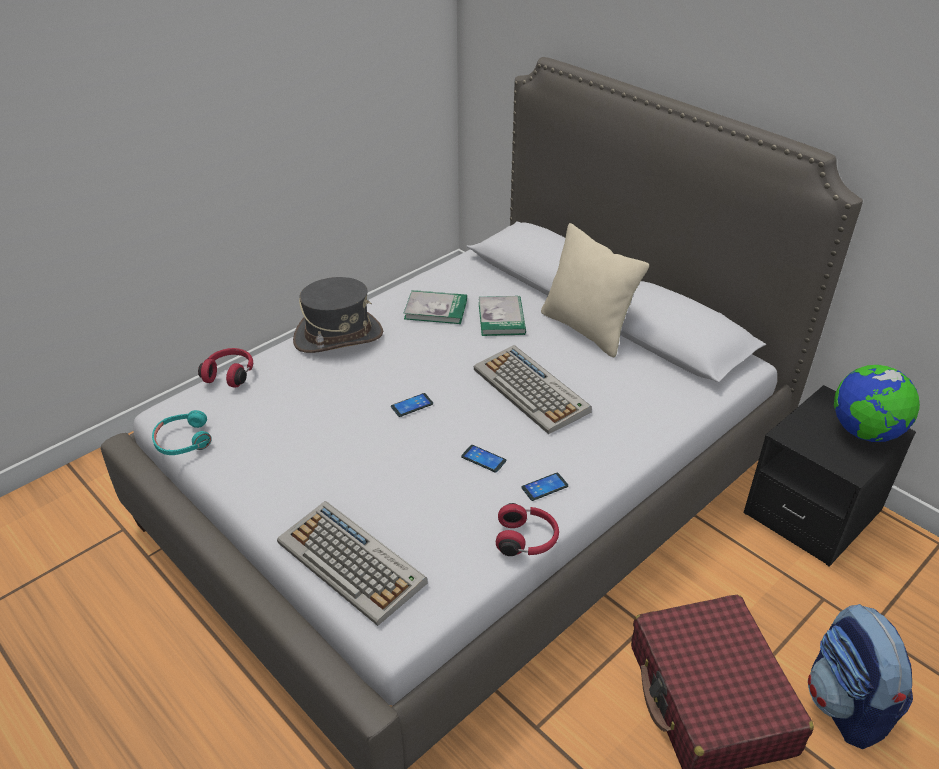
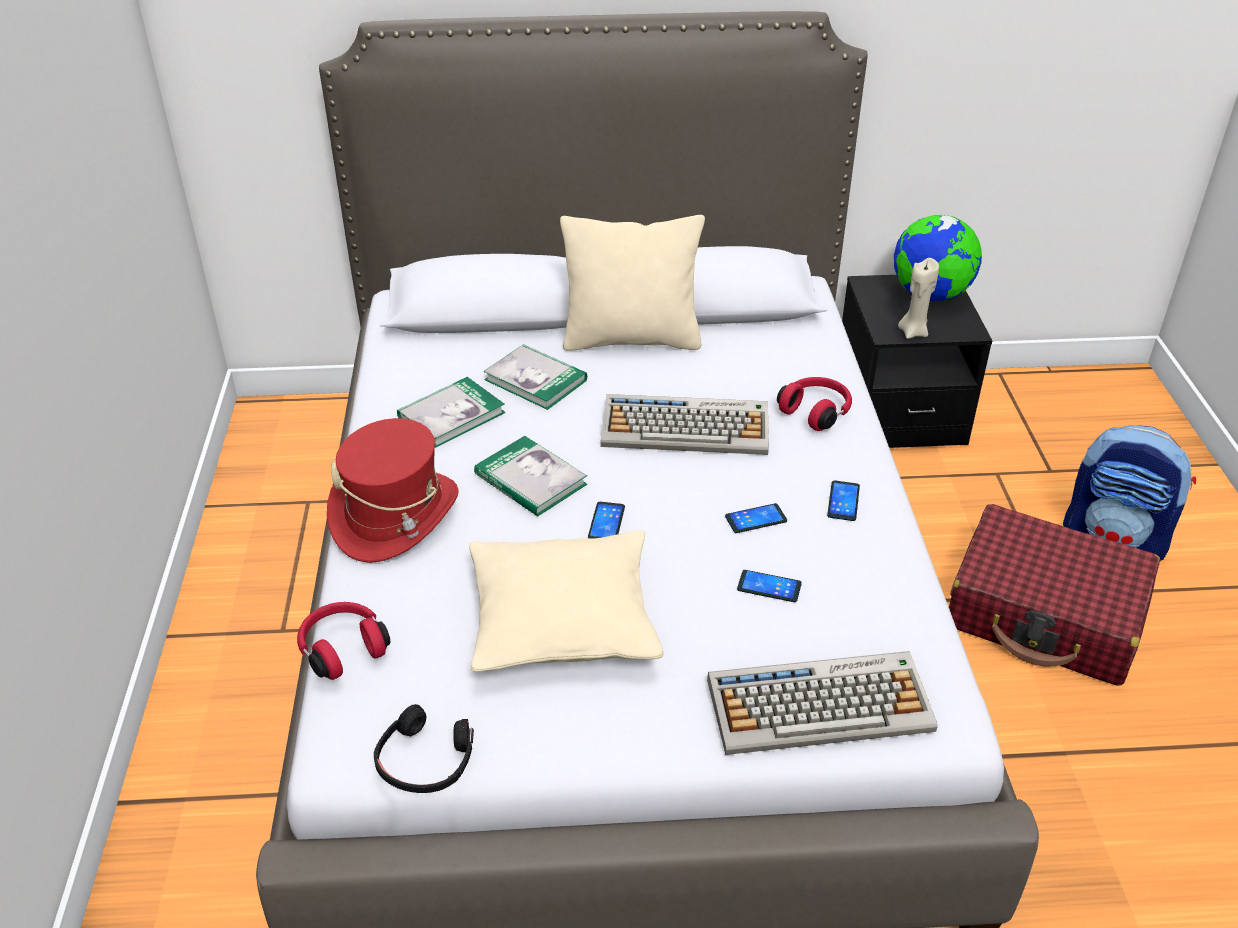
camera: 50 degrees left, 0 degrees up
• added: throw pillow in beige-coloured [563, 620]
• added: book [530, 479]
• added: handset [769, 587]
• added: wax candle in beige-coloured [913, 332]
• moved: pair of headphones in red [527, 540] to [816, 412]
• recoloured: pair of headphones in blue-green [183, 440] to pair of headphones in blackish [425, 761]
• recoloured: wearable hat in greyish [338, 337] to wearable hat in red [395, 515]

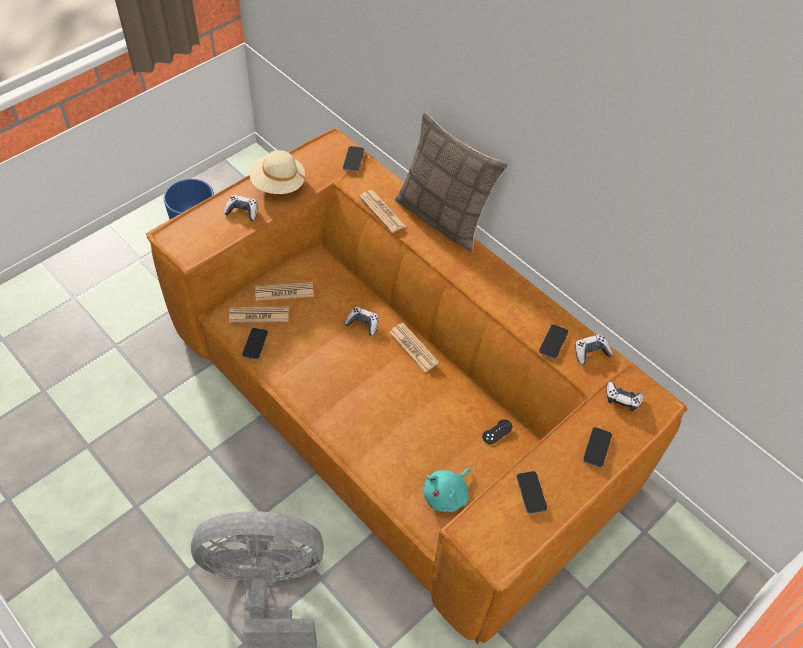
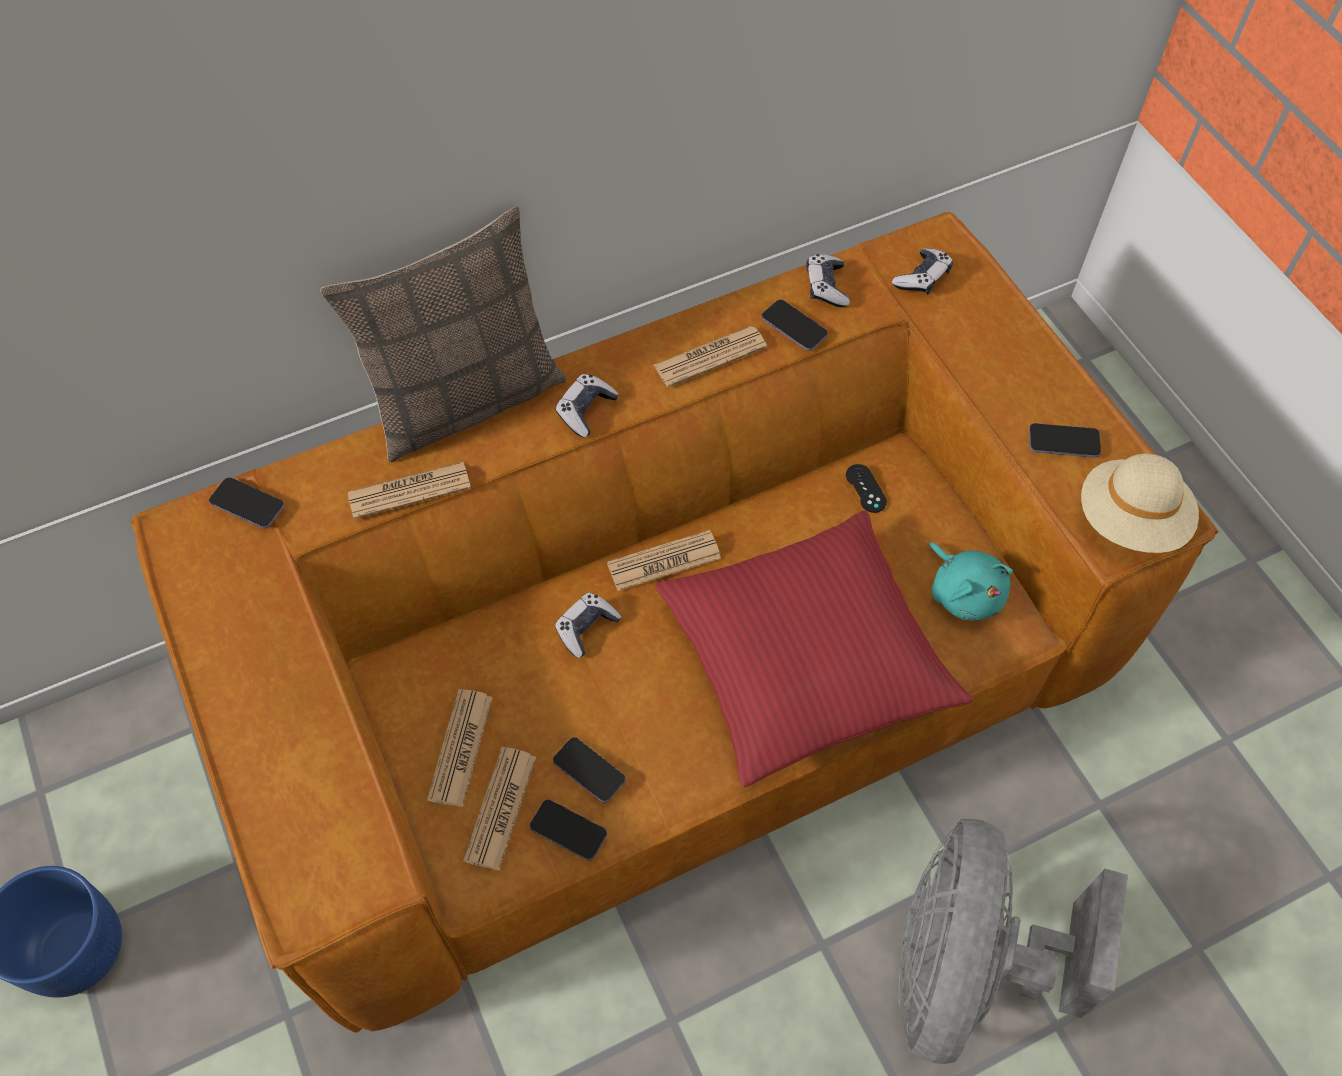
camera: 70 degrees left, 5 degrees up
• added: newspaper [710, 357]
• added: throw pillow in red [805, 658]
• moved: game controller [242, 211] to [586, 410]
• moved: wearable hat in beige-coloured [278, 184] to [1131, 521]
• moved: handset [597, 448] to [589, 771]

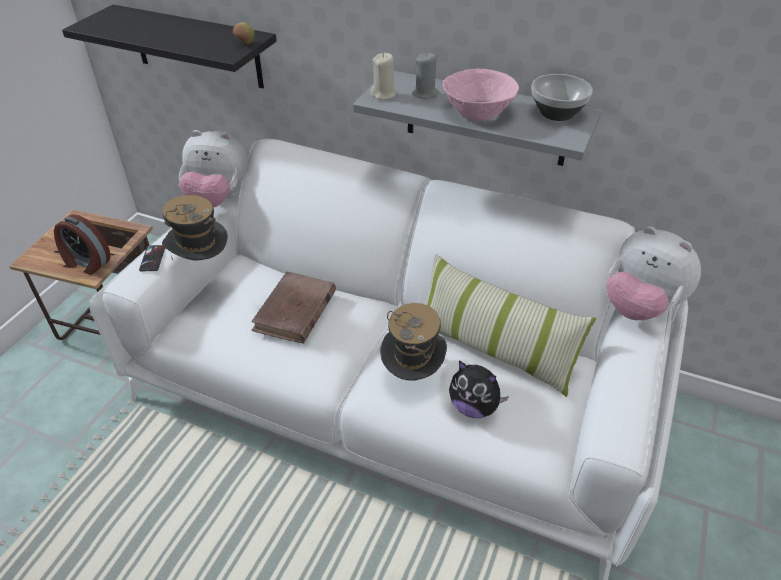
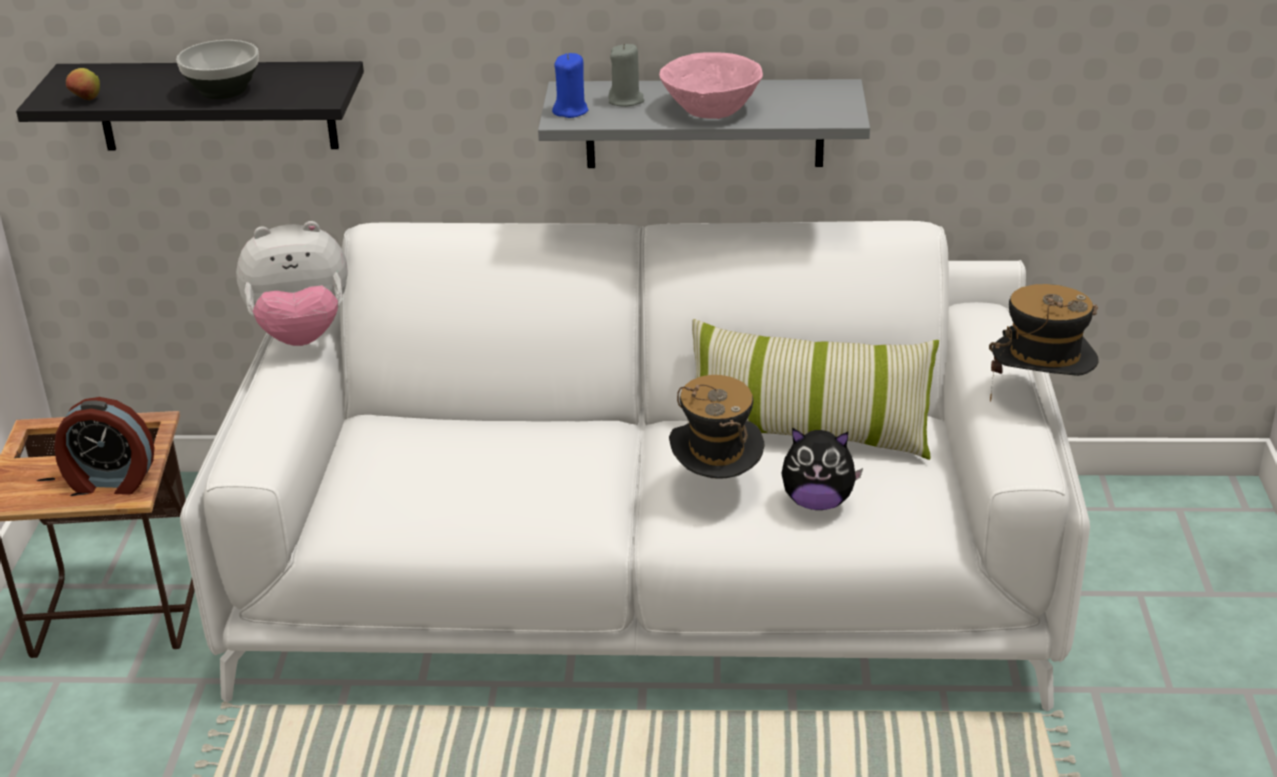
camera: 20 degrees left, 10 degrees down
• removed: handset [152, 258]
• removed: book in brownish [295, 311]
• removed: soft toy [639, 307]
• moved: wearable hat [201, 265] to [1039, 397]
• moved: apple [245, 44] to [86, 100]
• moved: serving bowl [558, 114] to [224, 91]
• recoloured: wax candle in beige-coloured [383, 94] to wax candle in blue [570, 111]

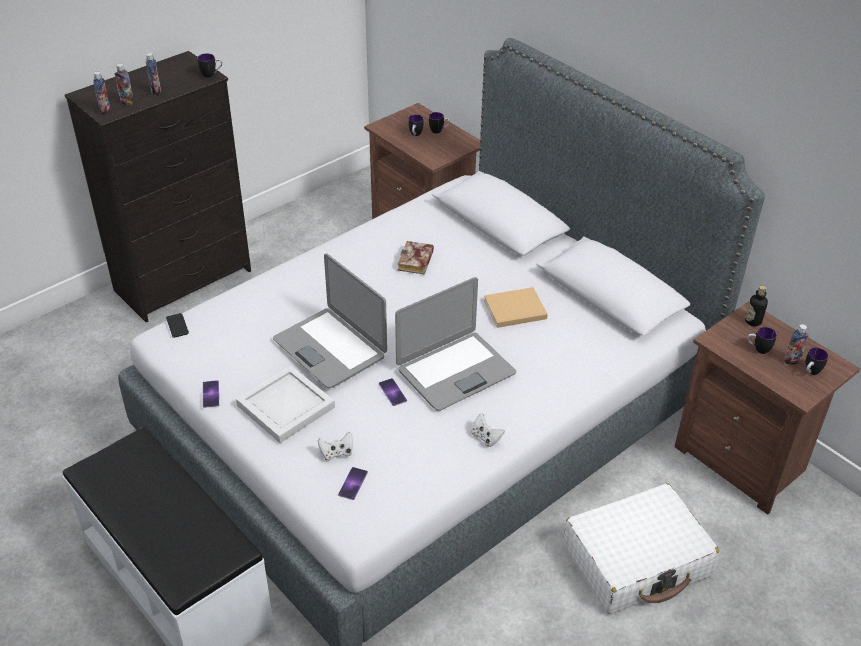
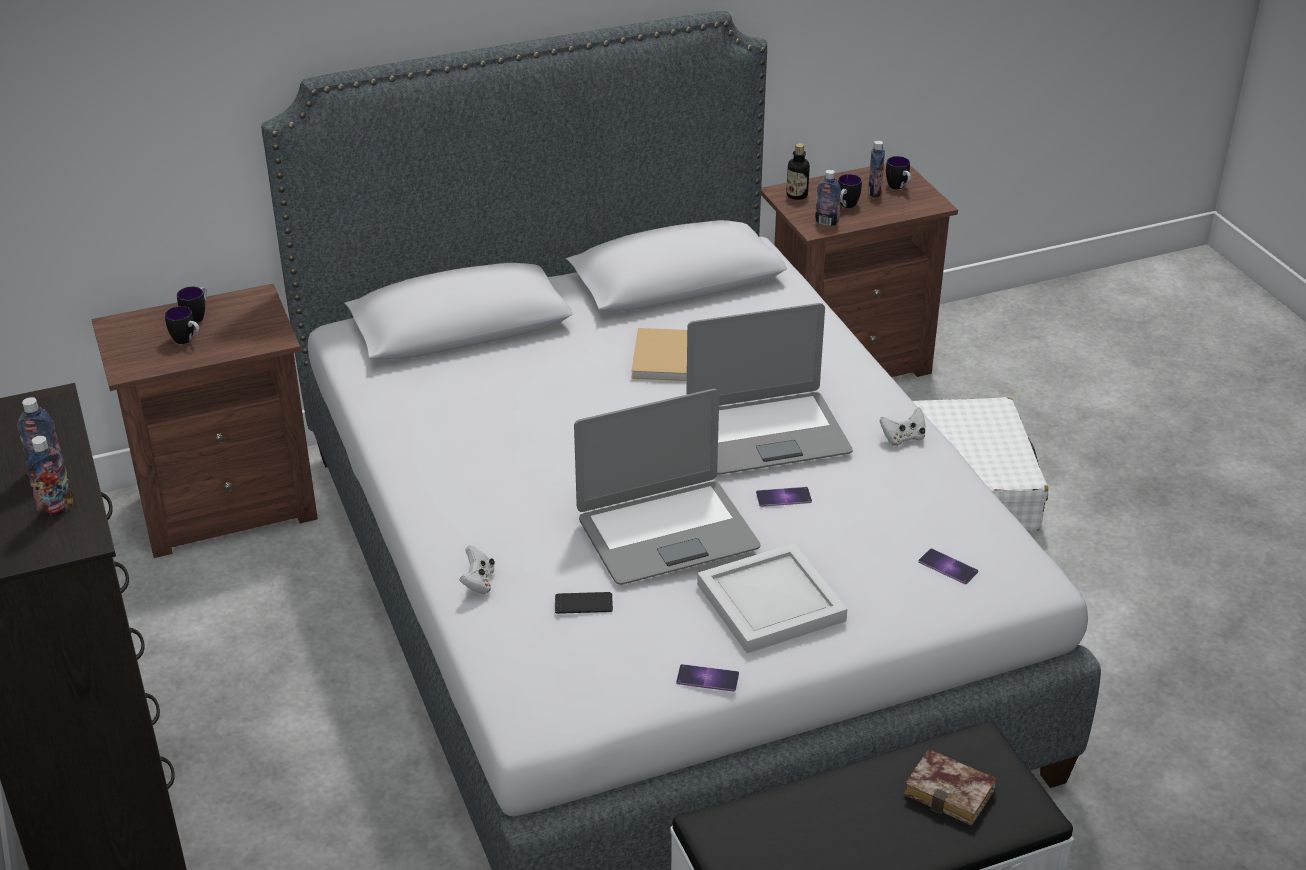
camera: 70 degrees left, 5 degrees down
• removed: coffee mug [211, 75]
• moved: beverage bottle [105, 110] to [826, 222]
• moved: handset [177, 325] to [583, 604]
• moved: game controller in whitish [336, 453] to [478, 582]
• moved: book [416, 262] to [953, 793]
• turned: laptop [455, 371] = [767, 434] 90 degrees clockwise

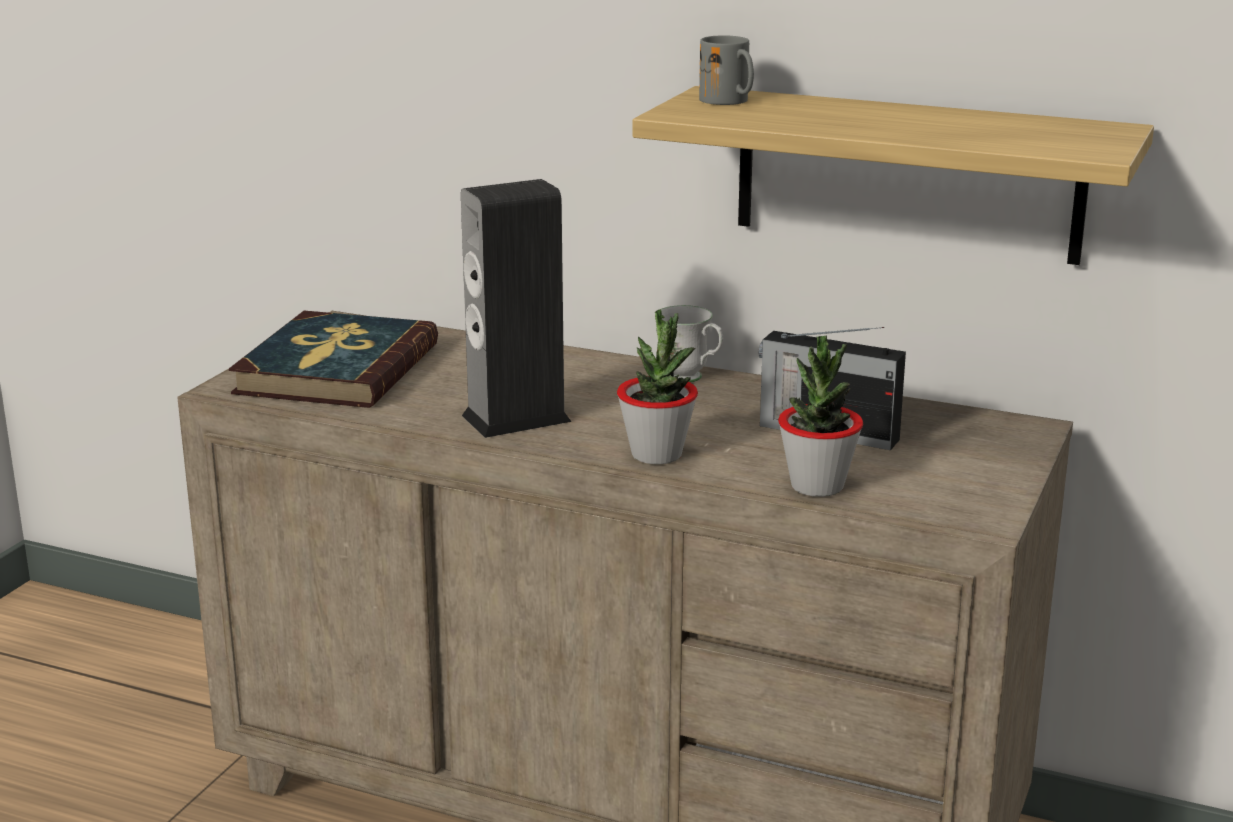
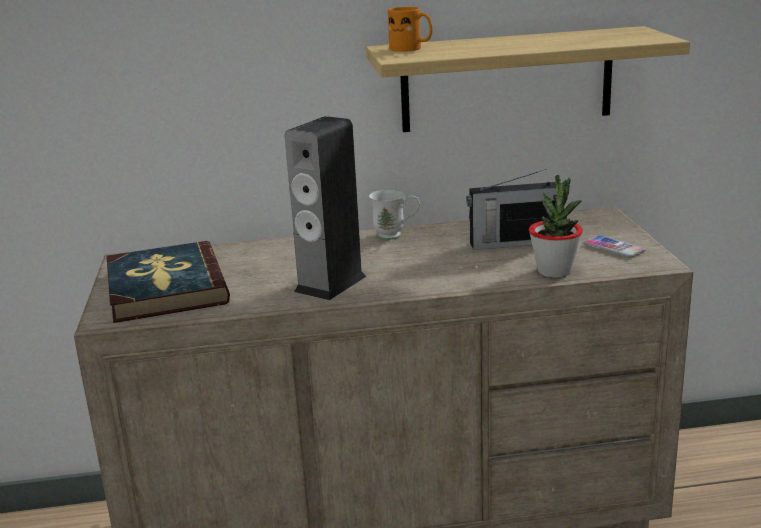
camera: 30 degrees left, 0 degrees up
• removed: potted plant [657, 455]
• added: handset [614, 248]
• recoloured: coffee mug in greyish [730, 101] to coffee mug in orange [411, 49]

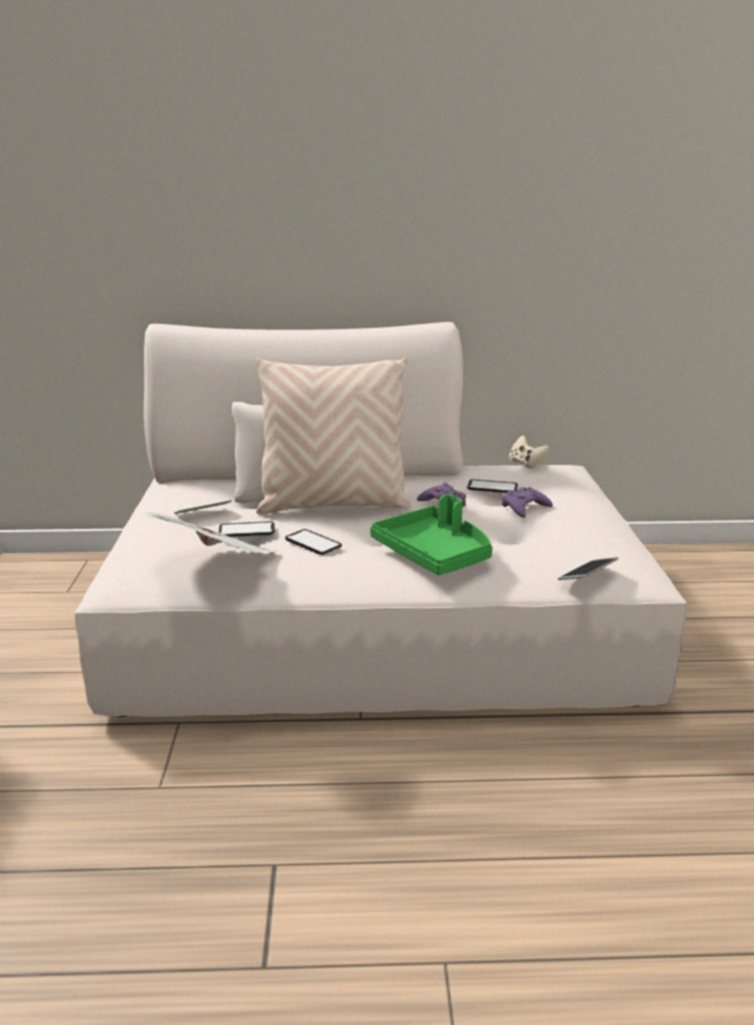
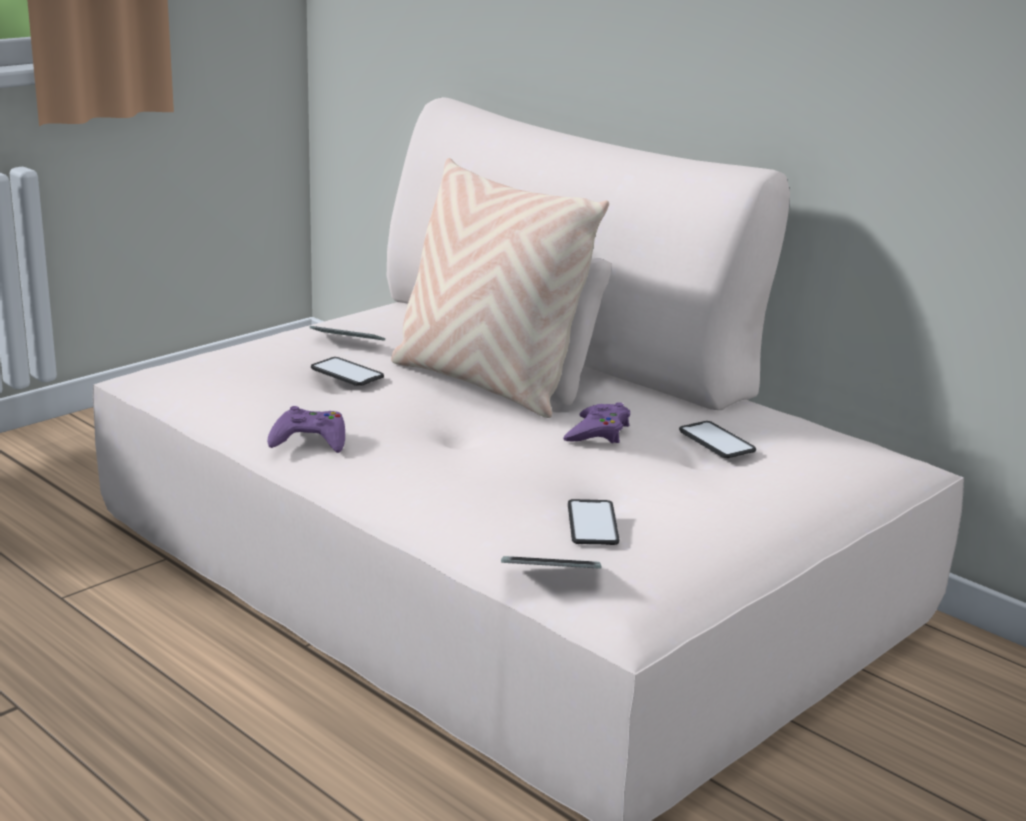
camera: 45 degrees right, 0 degrees up
• removed: newspaper [217, 565]
• removed: serving tray in green [434, 554]
• removed: game controller in beige-coloured [526, 464]
• moved: handset [313, 543] to [592, 524]
• moved: game controller in purple-coloured [524, 507] to [310, 439]

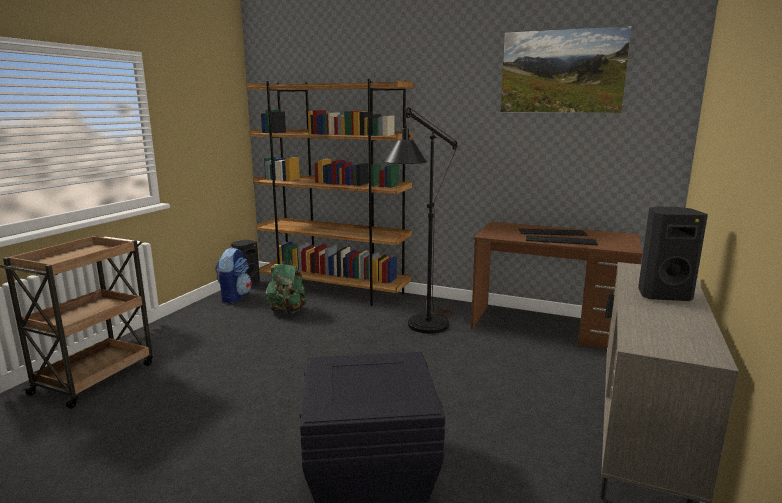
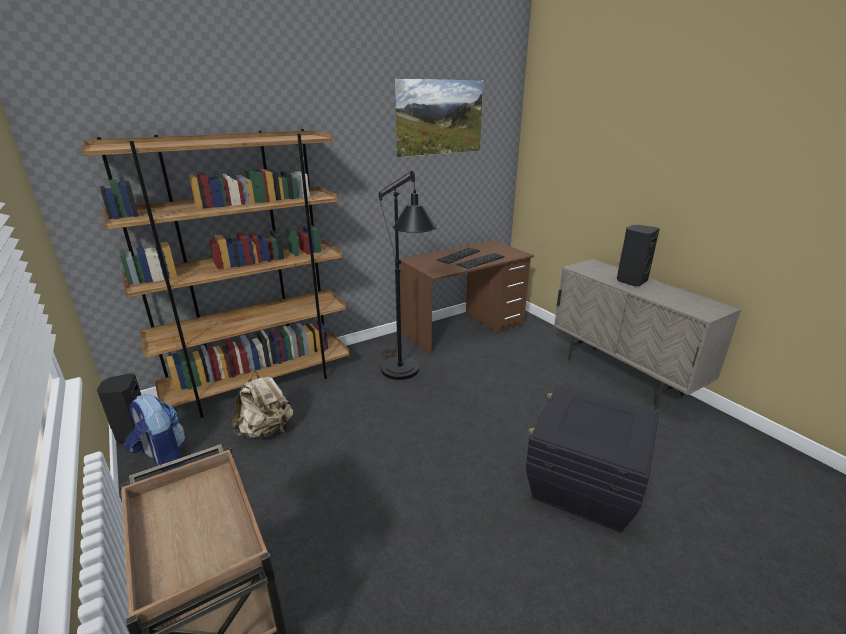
camera: 55 degrees left, 10 degrees up
• recoloured: rucksack in green [287, 311] to rucksack in beige-coloured [266, 431]

